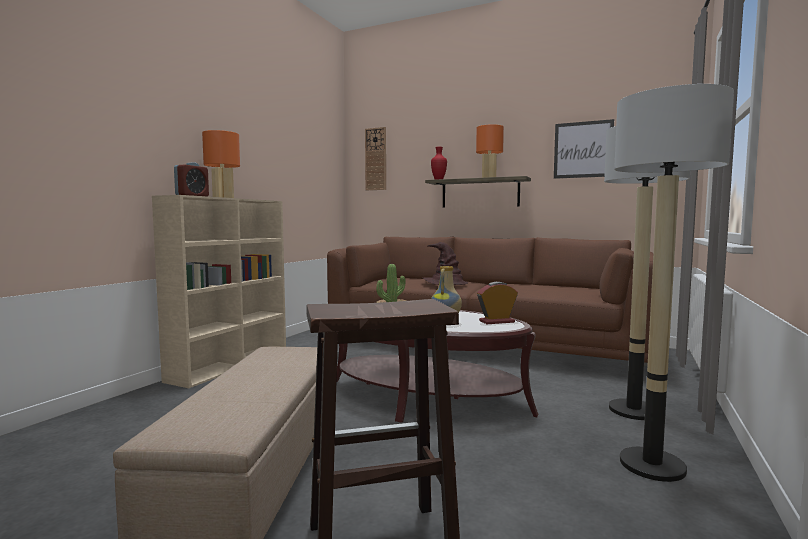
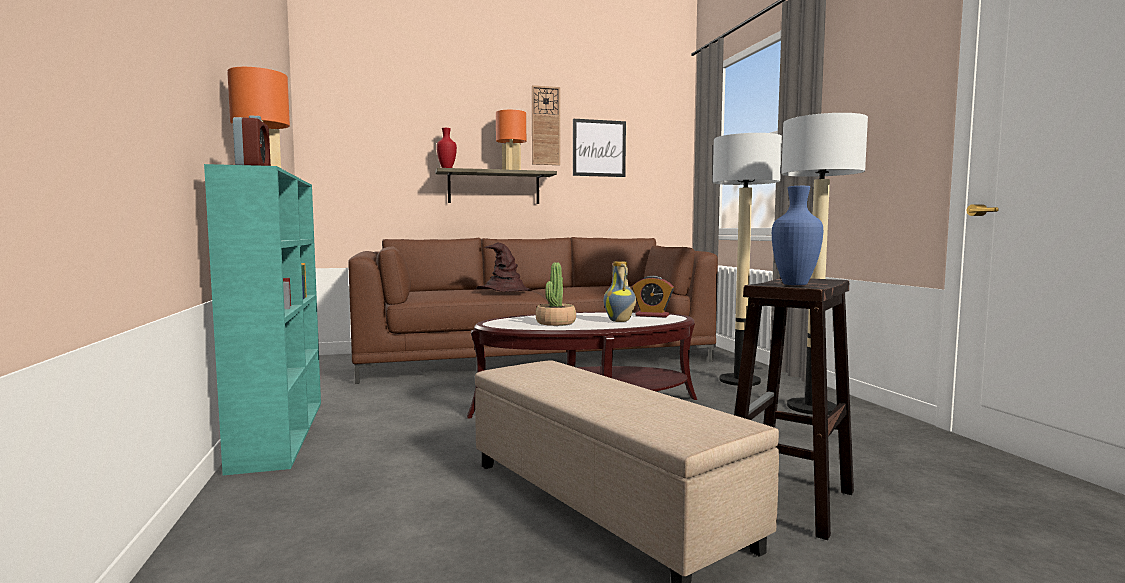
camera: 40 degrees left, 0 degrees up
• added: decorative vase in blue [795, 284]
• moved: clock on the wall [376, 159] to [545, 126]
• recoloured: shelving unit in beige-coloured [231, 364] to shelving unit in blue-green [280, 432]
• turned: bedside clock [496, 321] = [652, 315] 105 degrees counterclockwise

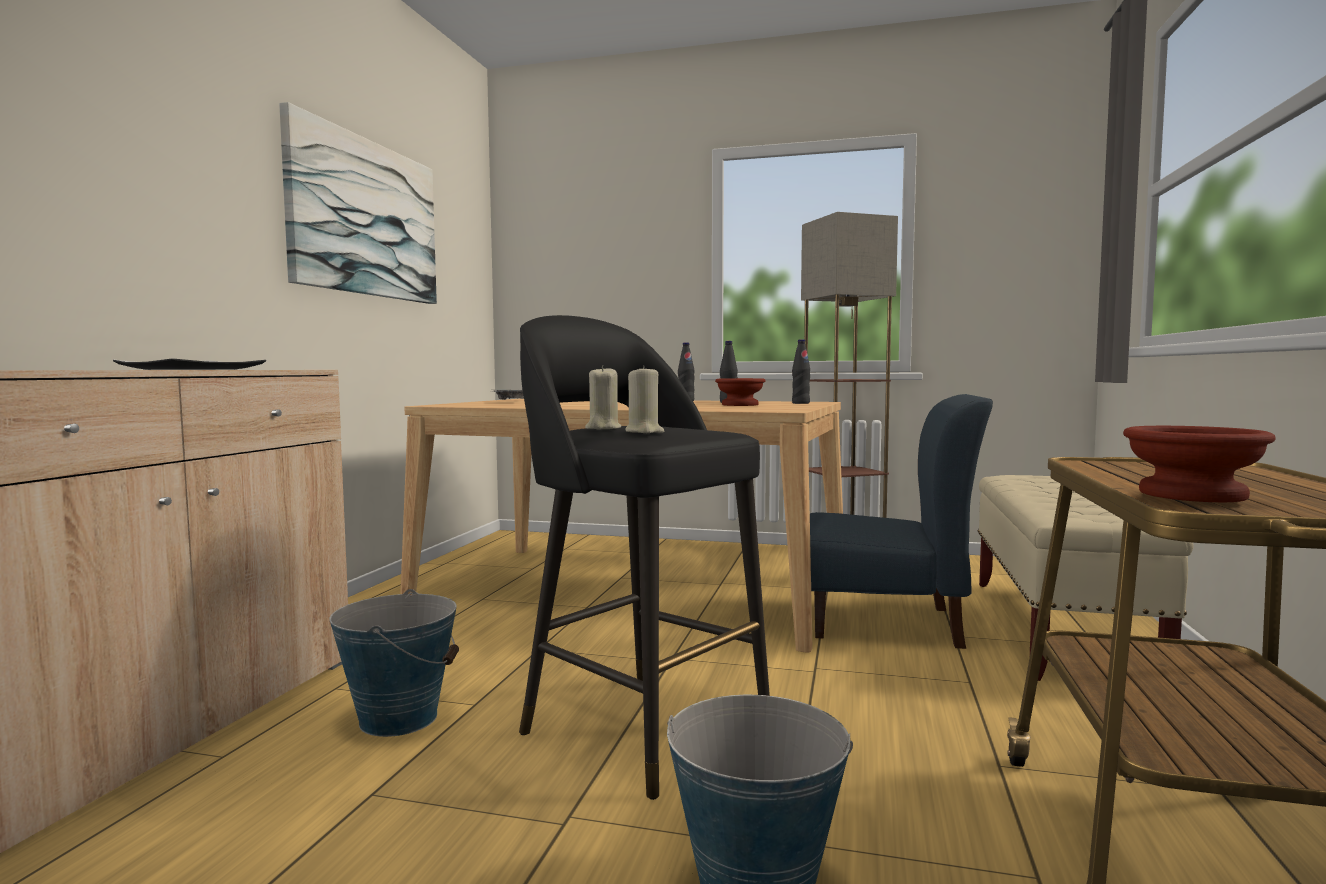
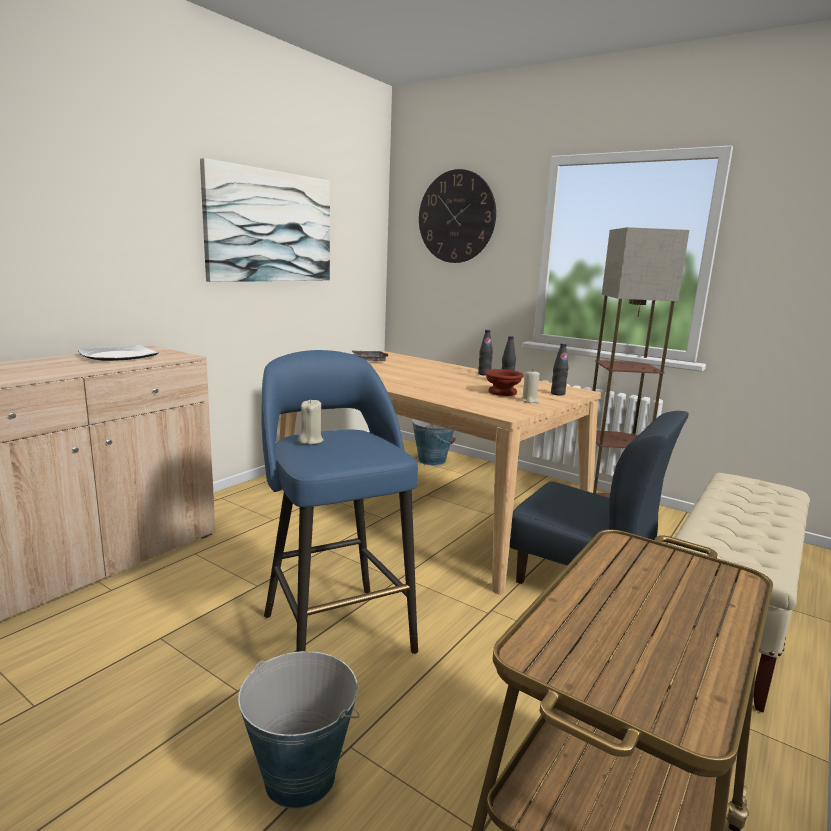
camera: 20 degrees right, 10 degrees up
• removed: serving bowl in brownish [1187, 494]
• added: clock on the wall [456, 217]
• moved: water bucket [399, 718] to [432, 460]
• moved: wax candle in beige-coloured [644, 432] to [529, 401]
• recoloured: stool in blackish [641, 726] to stool in blue [336, 630]

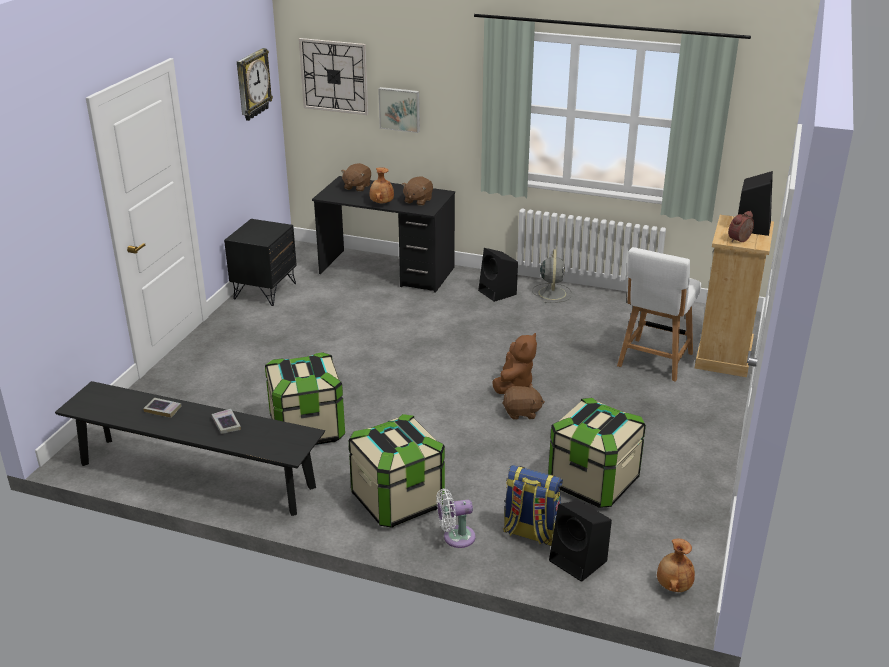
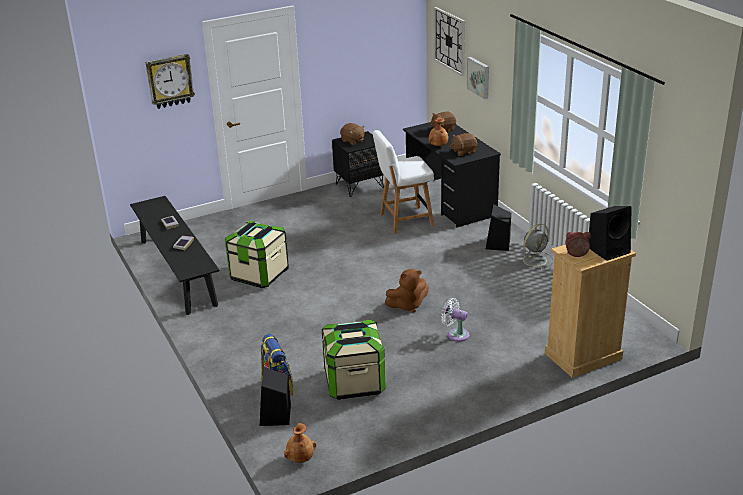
camera: 45 degrees right, 0 degrees up
• removed: storage container [398, 501]
• moved: clock on the wall [252, 84] to [170, 81]
• moved: fan in whitish [455, 537] to [456, 334]
• moved: soft toy in brownish [522, 413] to [352, 141]
• moved: plain chair in whitish [654, 361] to [403, 220]

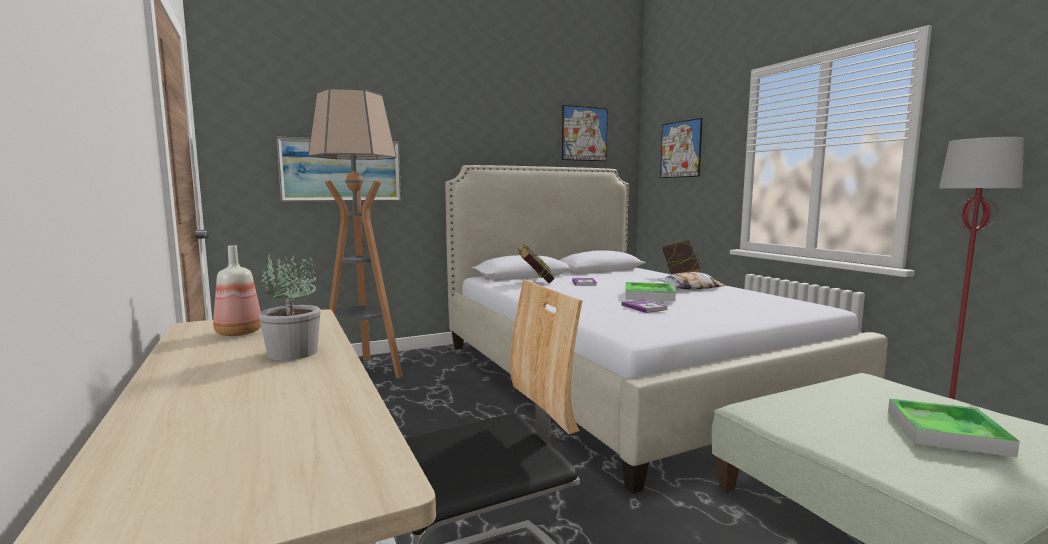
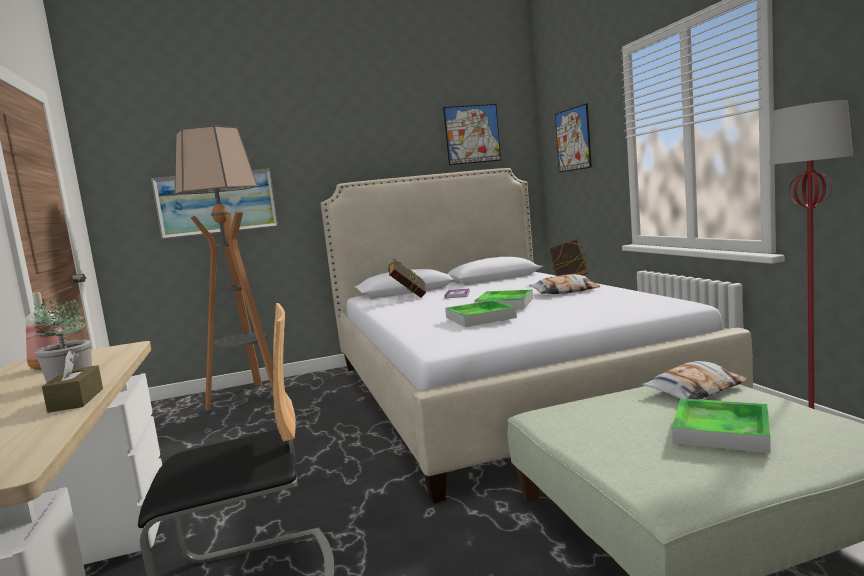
camera: 10 degrees right, 0 degrees up
• added: tissue holder in brownish [76, 400]
• added: throw pillow [695, 390]
• replaced: book [644, 307] to serving tray [480, 317]

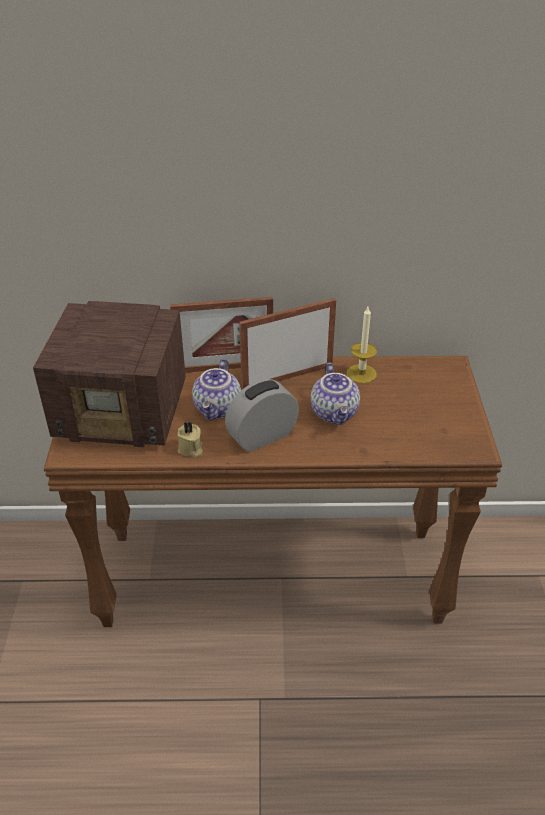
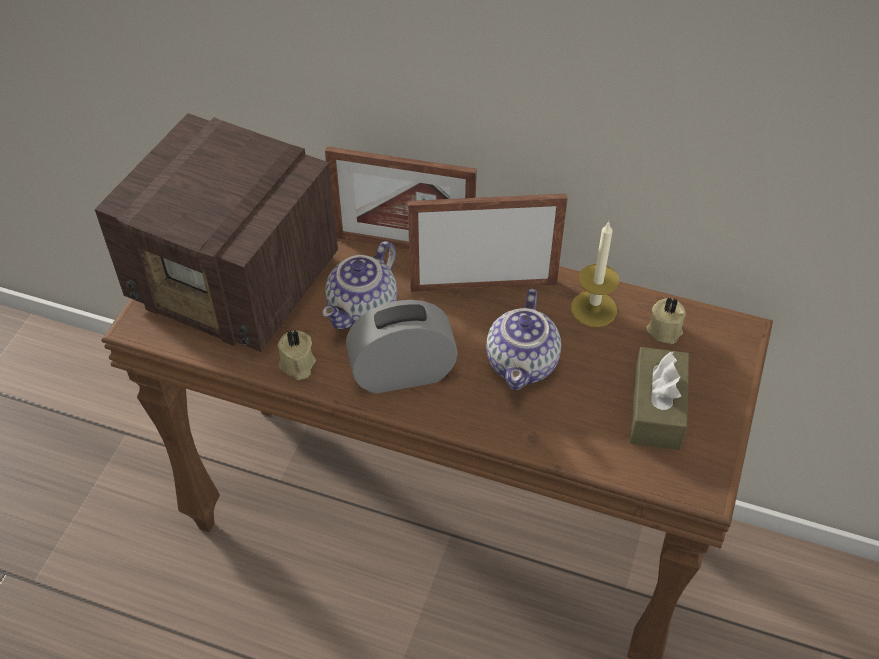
camera: 20 degrees right, 10 degrees up
• added: tissue holder in brownish [656, 409]
• added: wax candle in beige-coloured [664, 329]

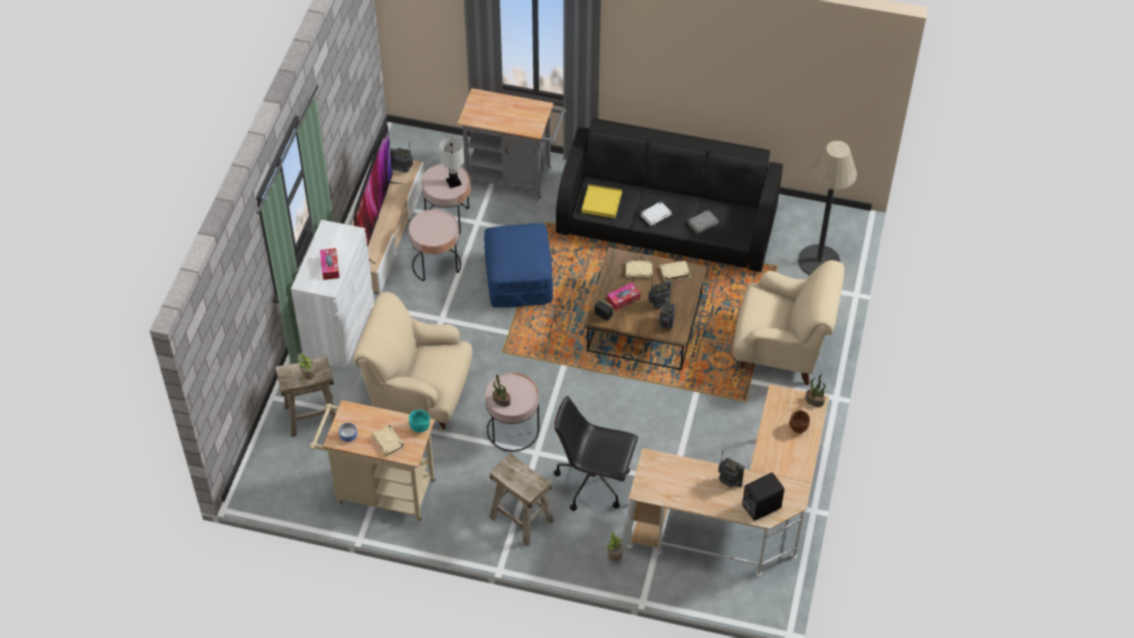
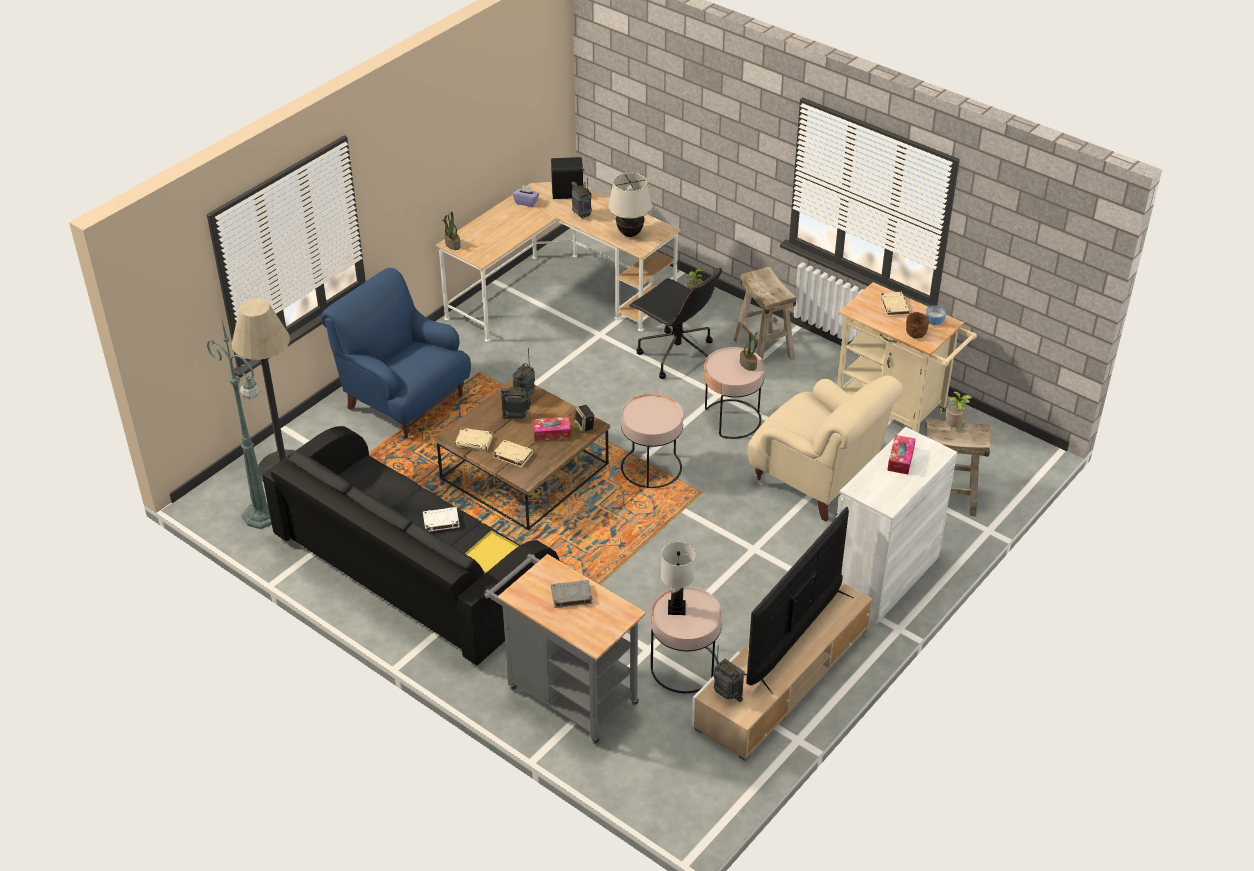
camera: 155 degrees left, 10 degrees down
• removed: serving bowl in blue-green [419, 427]
• removed: pouffe in blue [519, 279]
• added: floor lamp in green [263, 516]
• added: tissue holder in purple-coloured [526, 202]
• added: tabletop lamp in beige-coloured [630, 234]
• moved: side table in pink [436, 265] to [651, 468]
• moved: book in greyish [703, 223] to [571, 596]
• moved: serving bowl in brownish [797, 428] to [916, 334]
• recoloured: armchair in beige-coloured [782, 350] to armchair in blue [404, 401]

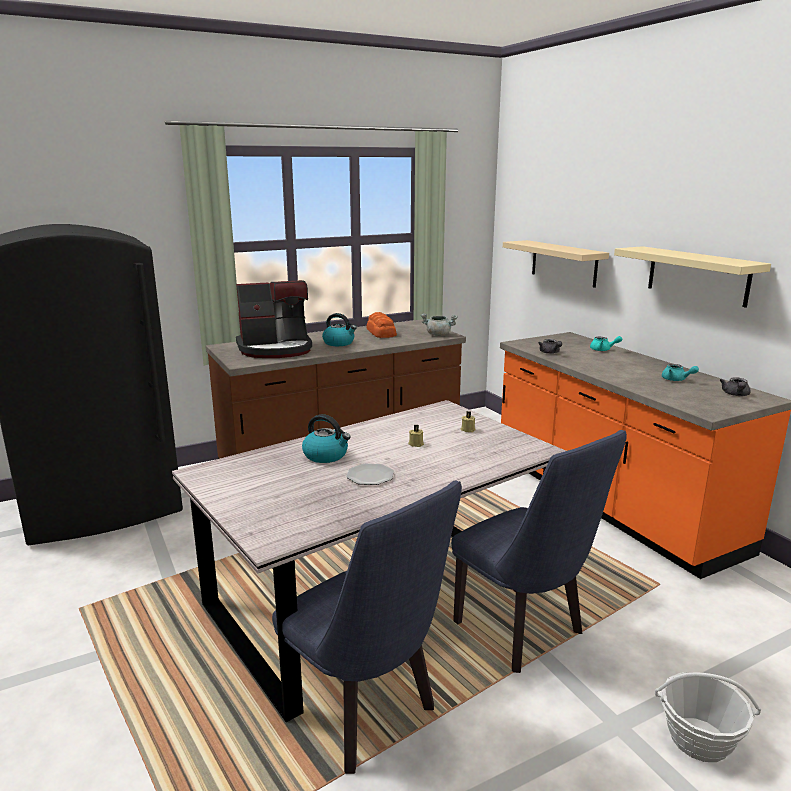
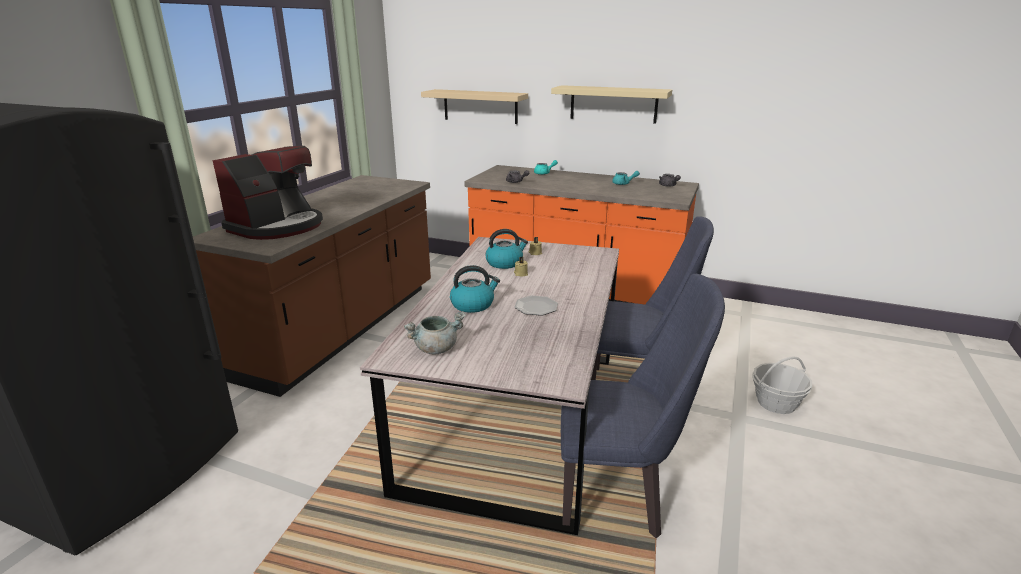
camera: 40 degrees left, 5 degrees up
• removed: bread [381, 332]
• moved: water kettle [339, 343] to [505, 263]
• moved: saucepot in greyish [438, 335] to [436, 348]

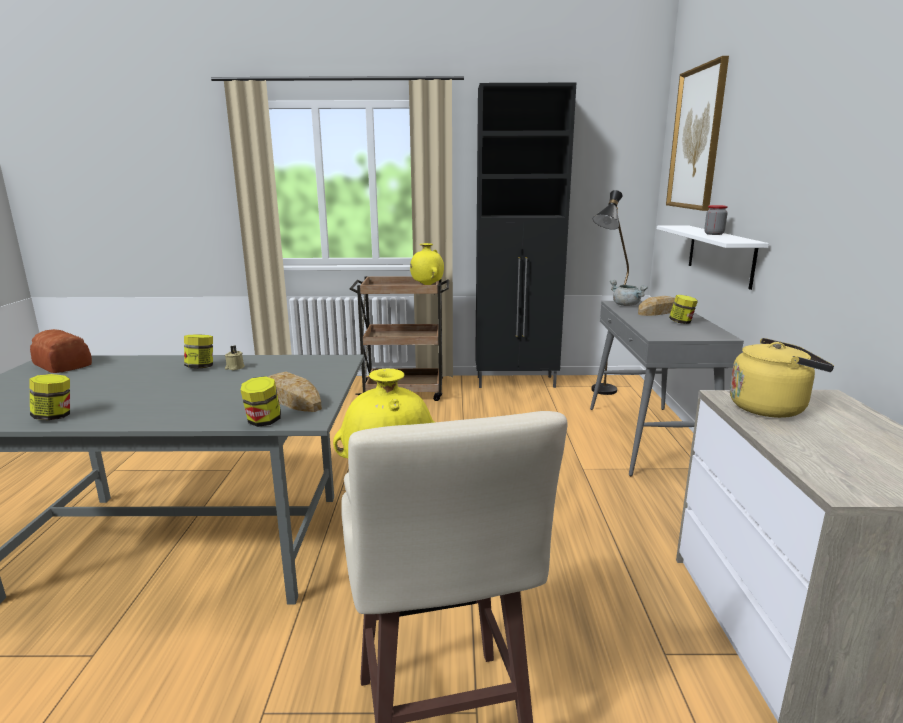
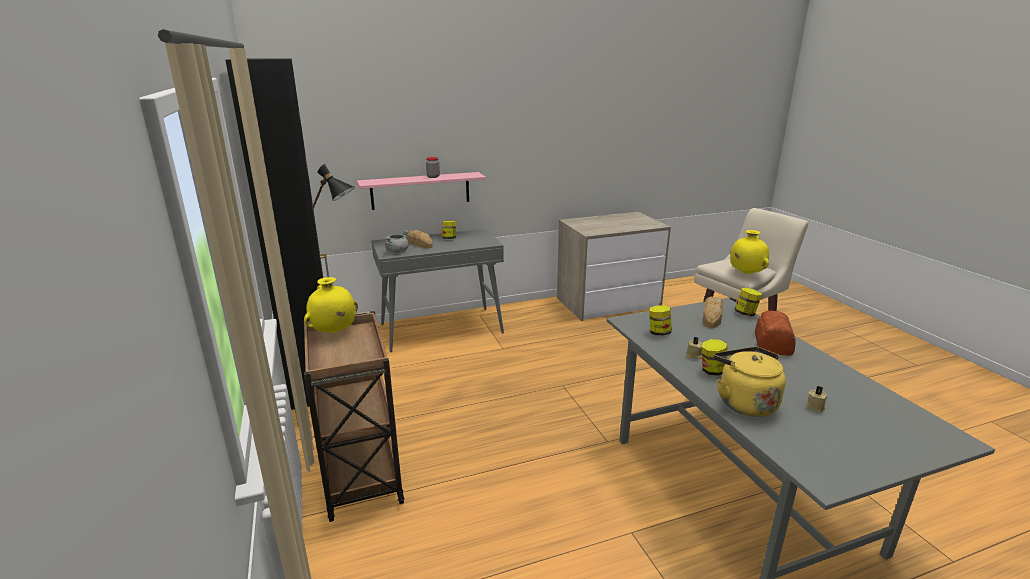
camera: 110 degrees left, 5 degrees up
• removed: wall picture [696, 139]
• added: wax candle in beige-coloured [814, 406]
• moved: jar [54, 417] to [659, 333]
• moved: bread [63, 364] to [772, 344]
• moved: water kettle in yellow [771, 408] to [744, 402]
• recoloured: bracket shelf in whitish [720, 254] to bracket shelf in pink [420, 190]

